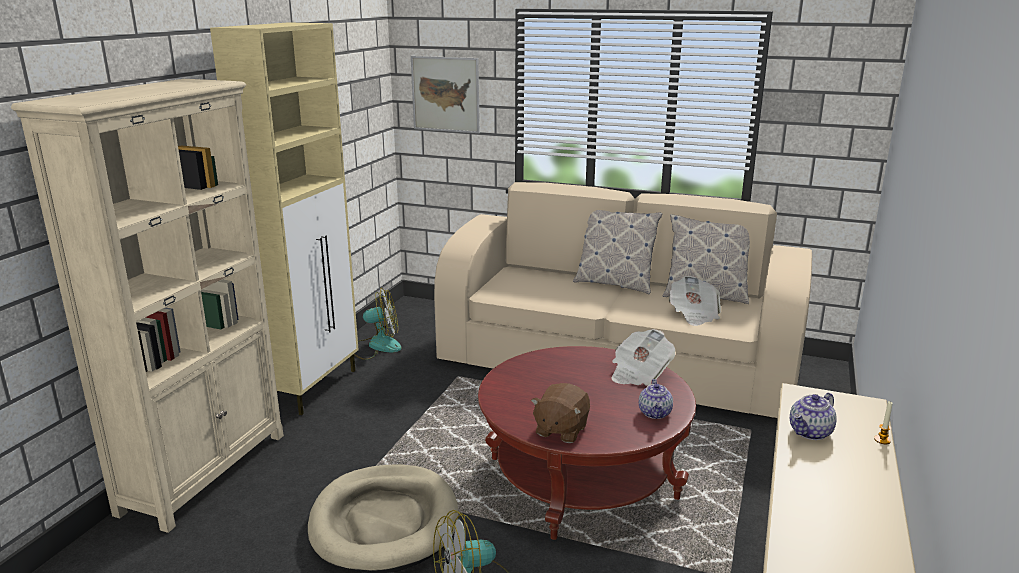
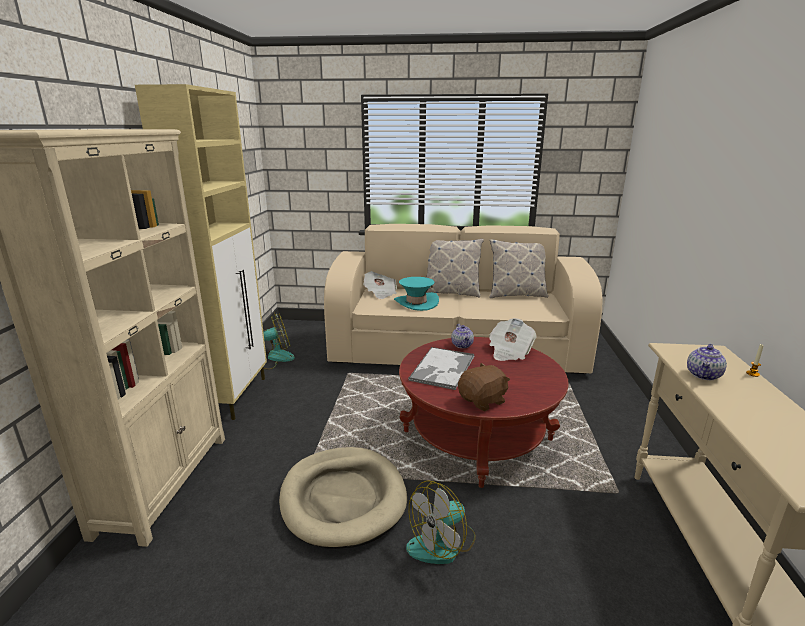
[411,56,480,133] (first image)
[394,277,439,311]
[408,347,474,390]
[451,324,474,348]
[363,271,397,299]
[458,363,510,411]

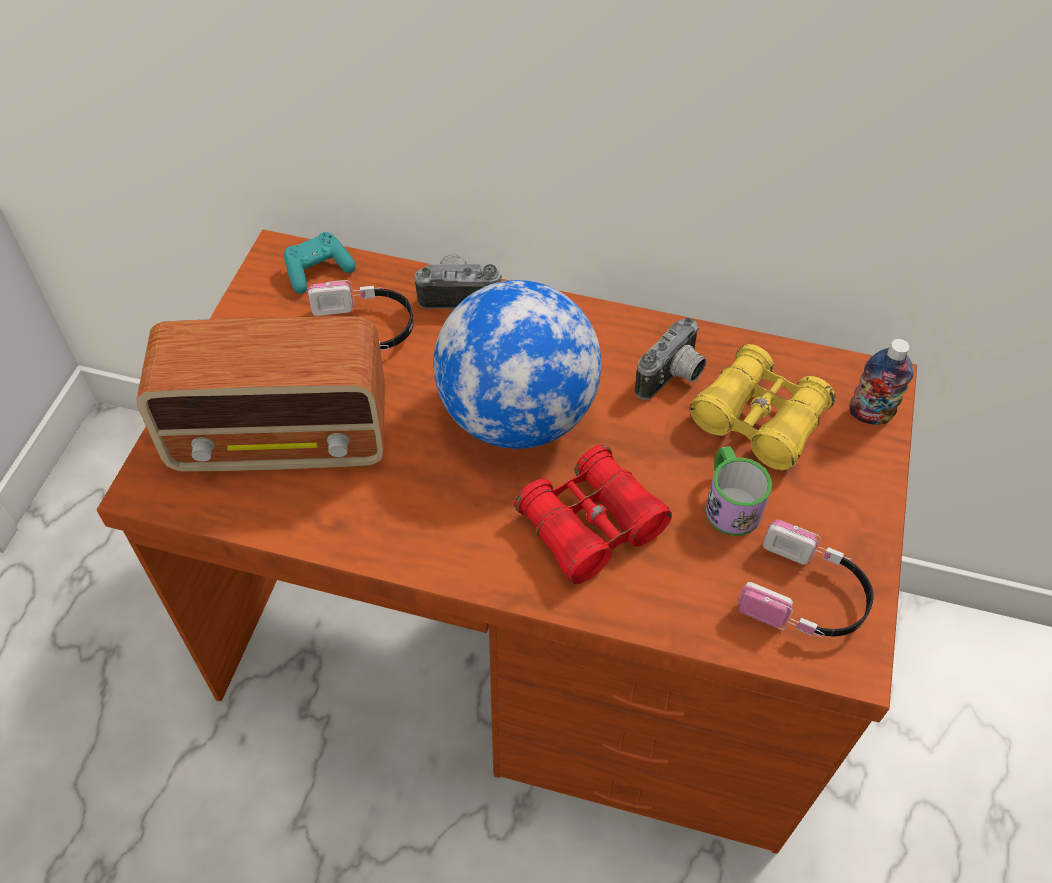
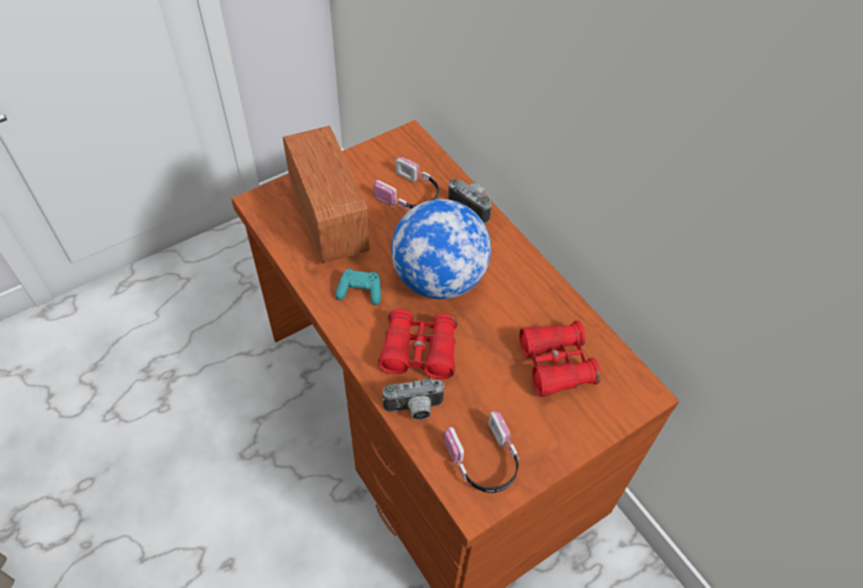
[705,446,772,536] (first image)
[849,339,914,425] (first image)
[335,269,381,305]
[382,378,445,420]
[519,320,601,397]
[283,126,369,264]

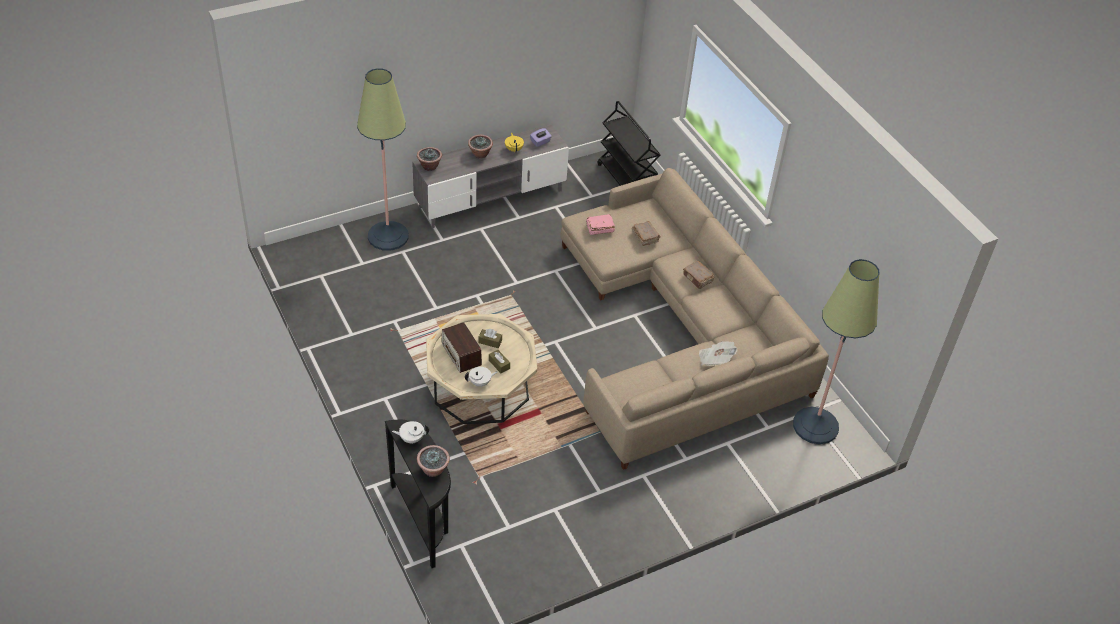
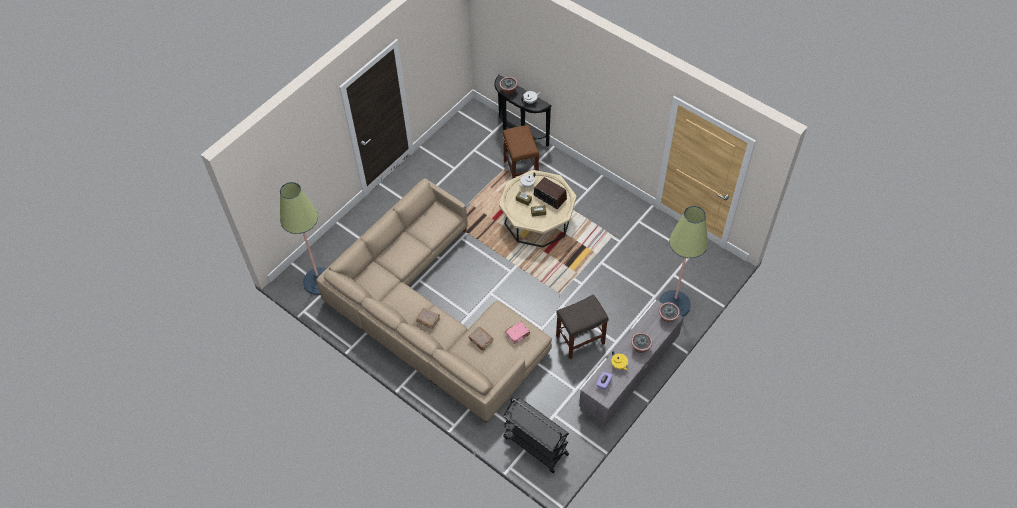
[699,341,737,366] (first image)
[503,125,540,179]
[556,294,609,359]

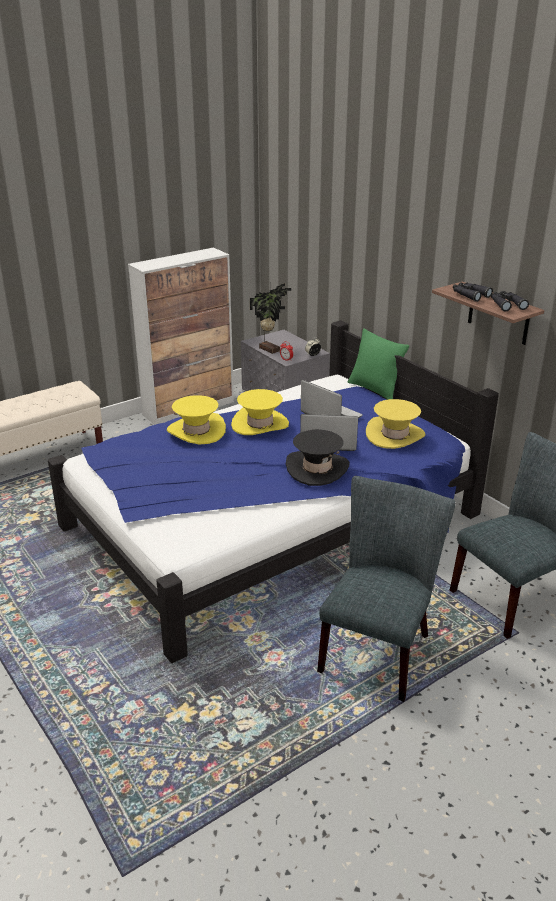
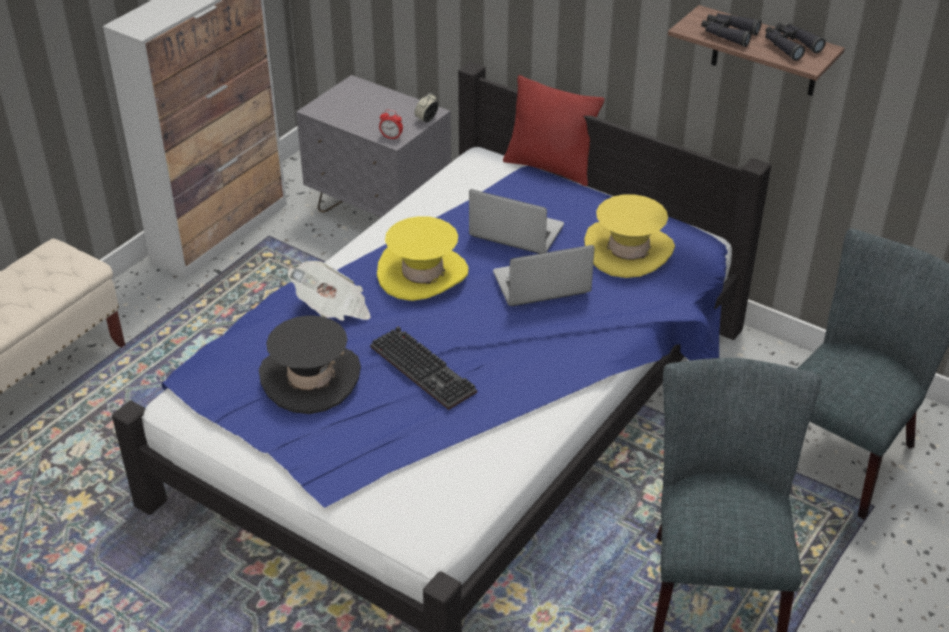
[250,283,291,354] (first image)
[370,326,477,410]
[259,315,361,414]
[288,261,371,321]
[503,75,605,186]

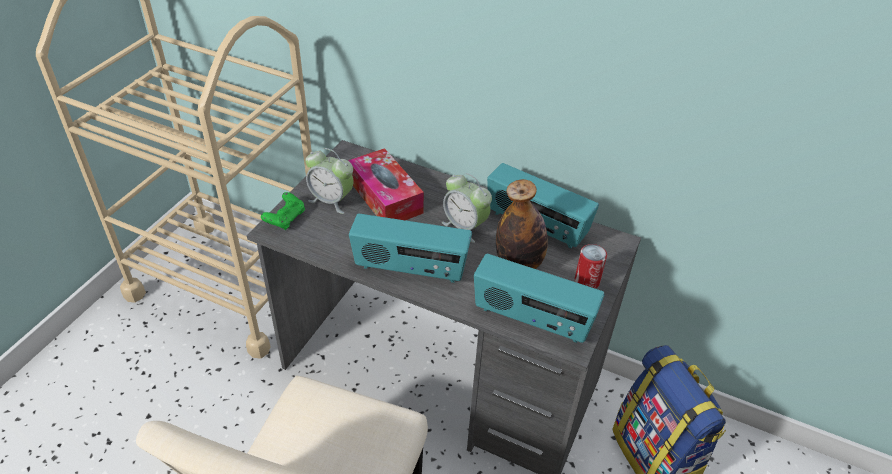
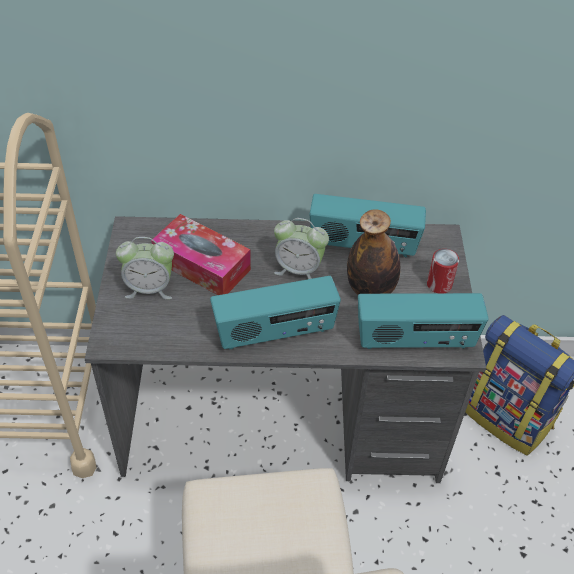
[261,192,305,230] (first image)

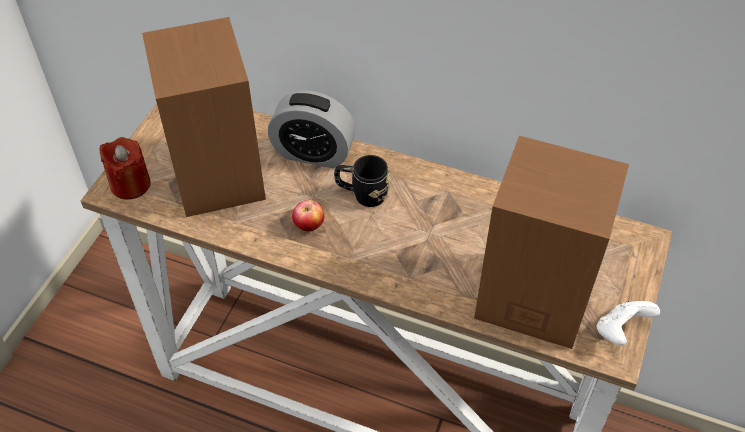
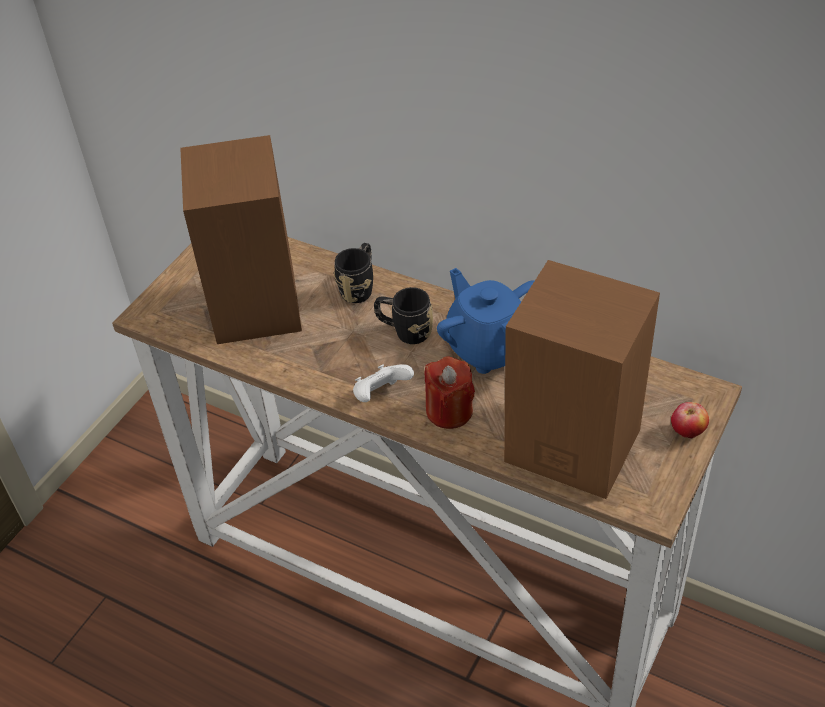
[437,268,534,374]
[425,356,475,429]
[671,402,709,438]
[353,364,414,402]
[334,243,373,303]

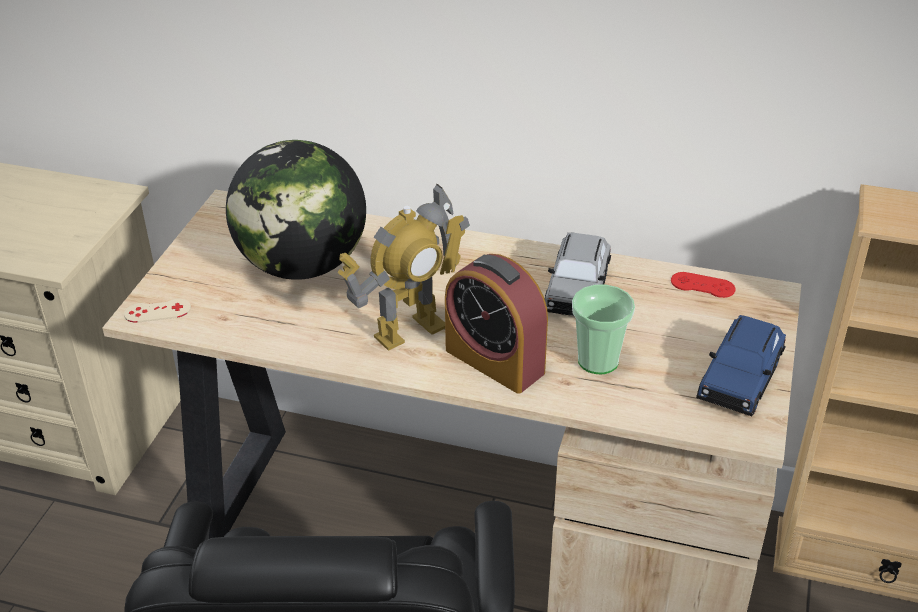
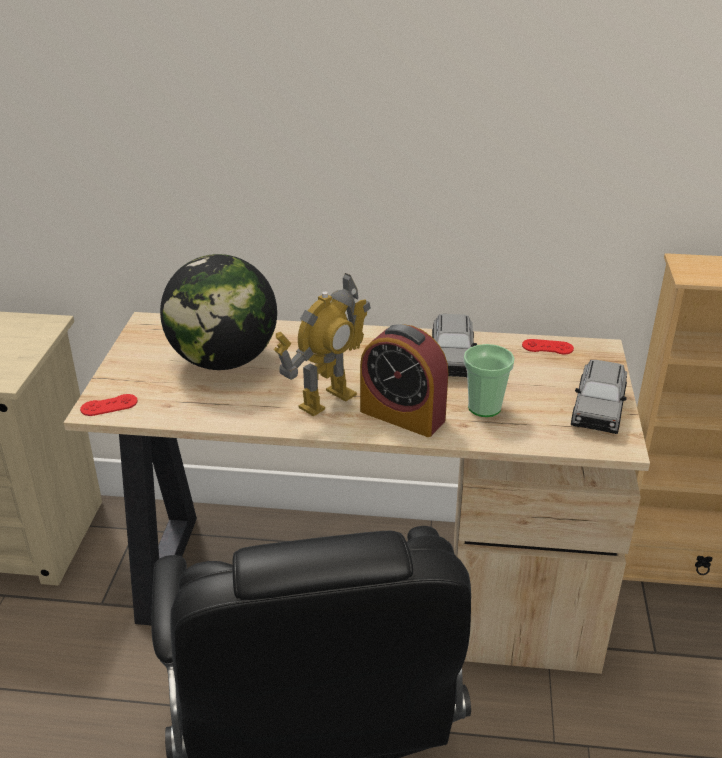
[80,394,138,416]
[571,360,627,434]

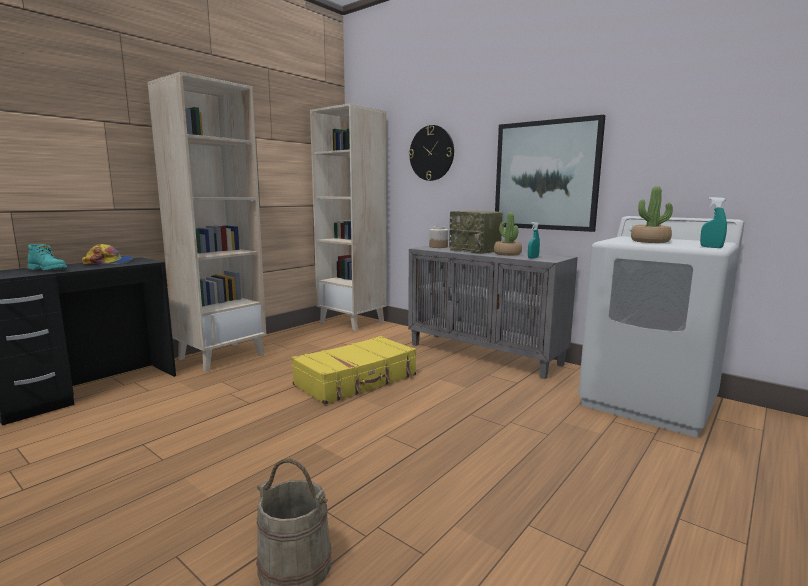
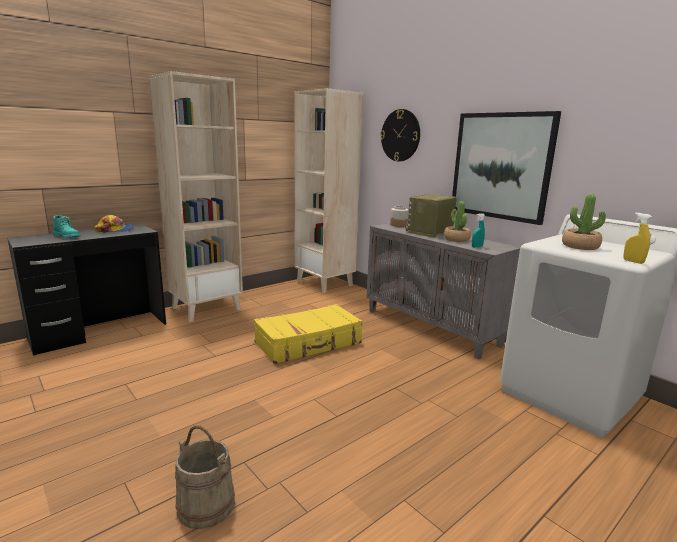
[623,213,652,264]
[405,194,457,237]

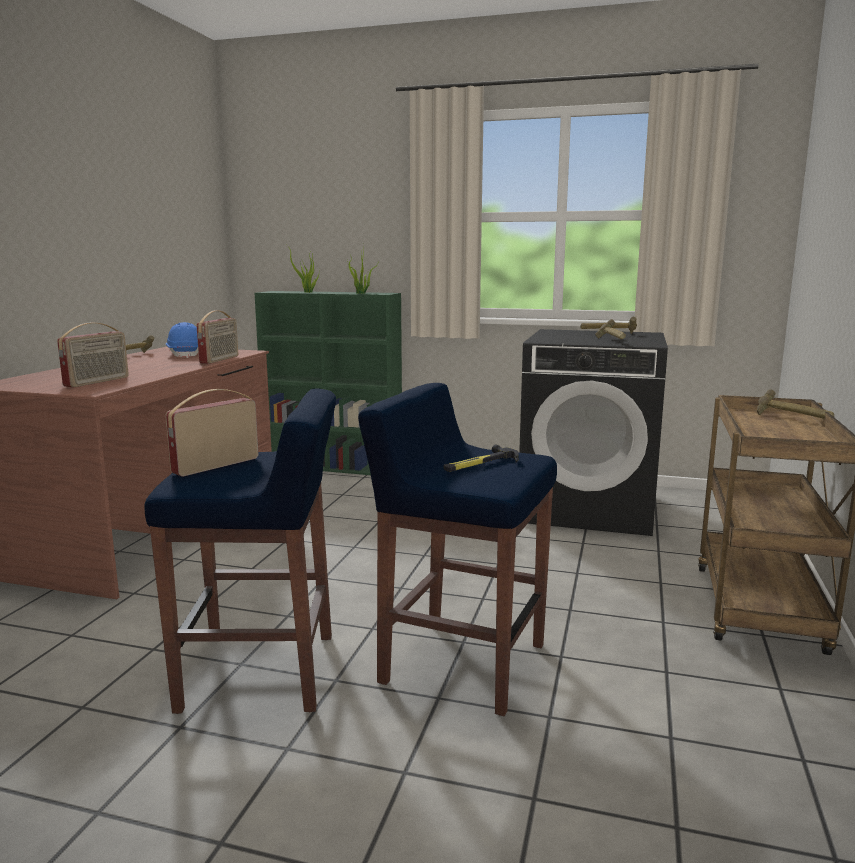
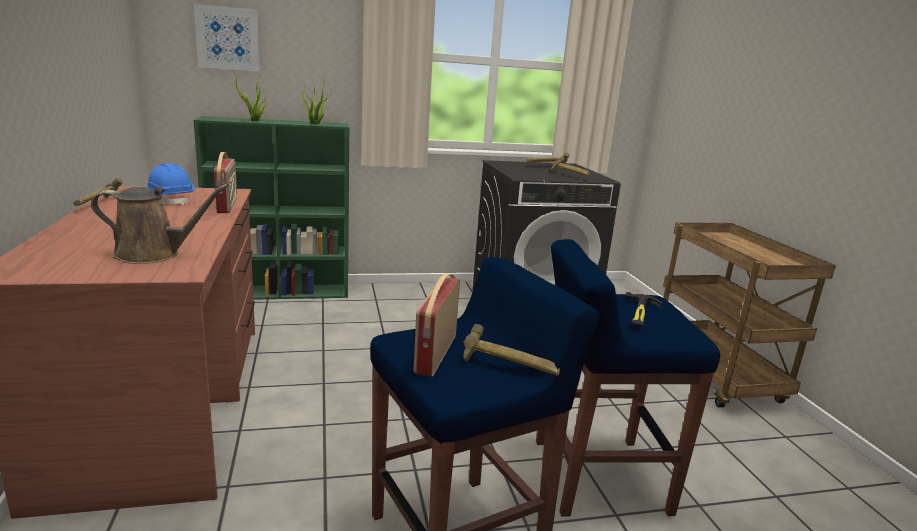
[194,4,260,71]
[463,324,560,376]
[91,184,229,264]

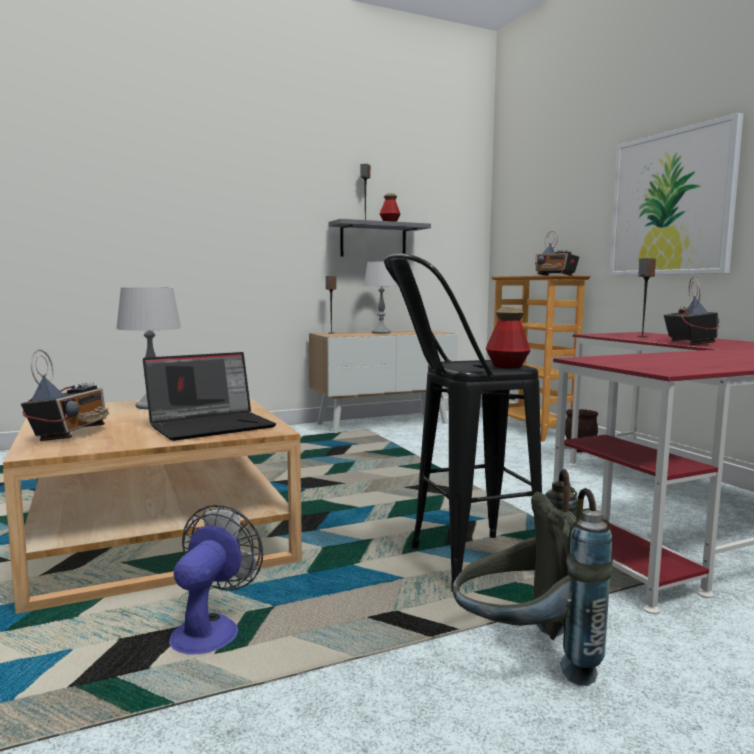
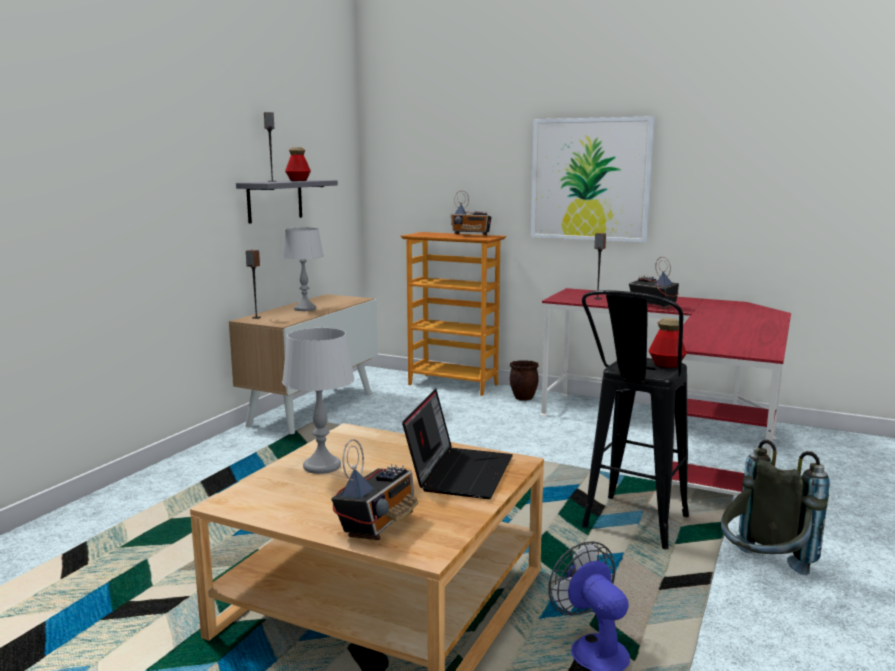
[331,439,418,540]

